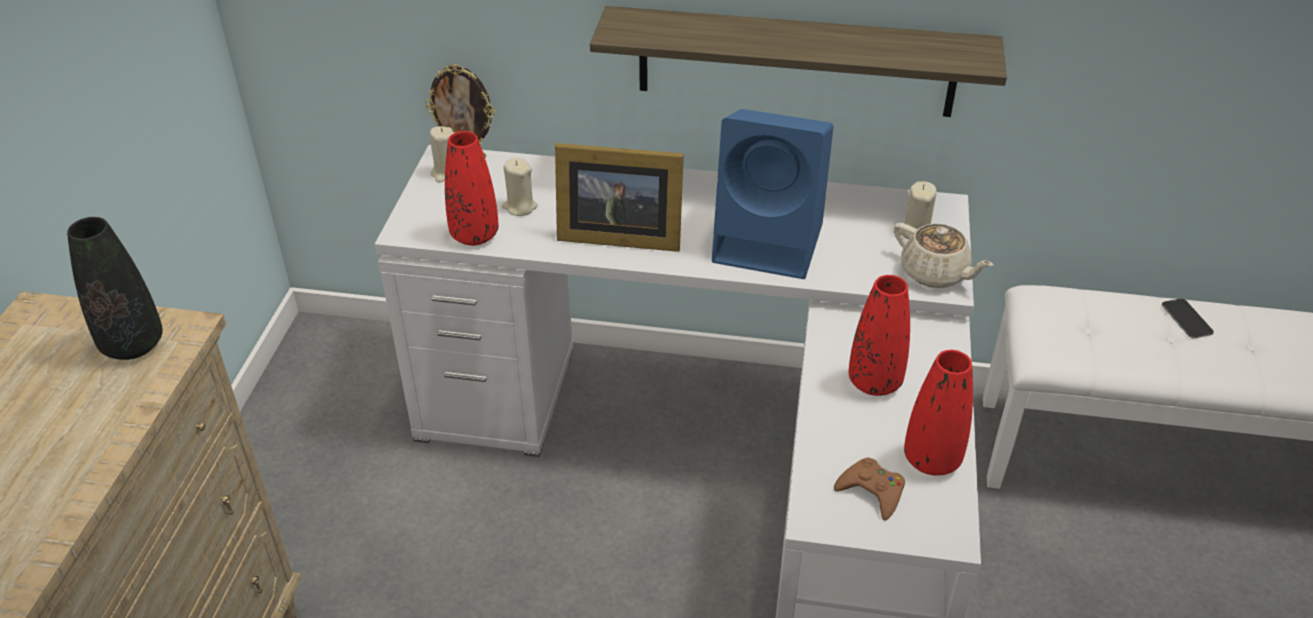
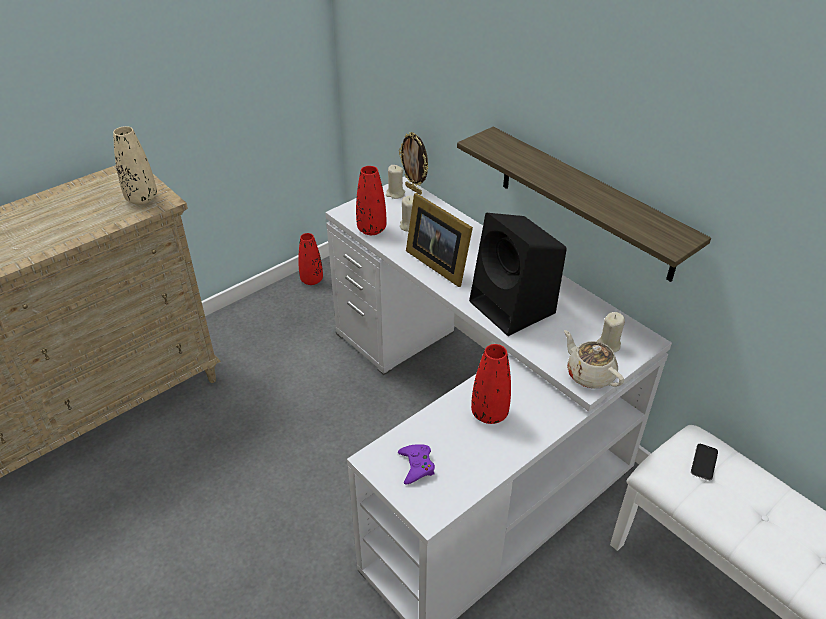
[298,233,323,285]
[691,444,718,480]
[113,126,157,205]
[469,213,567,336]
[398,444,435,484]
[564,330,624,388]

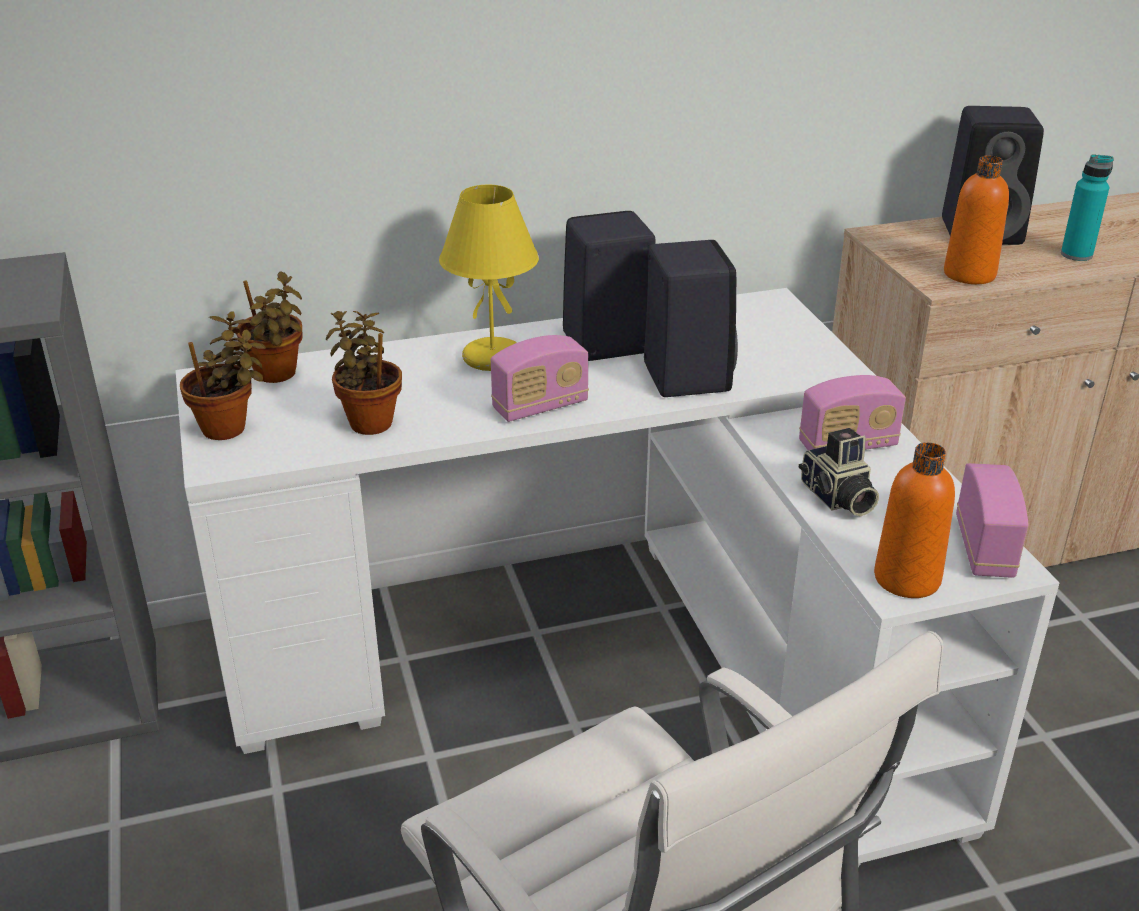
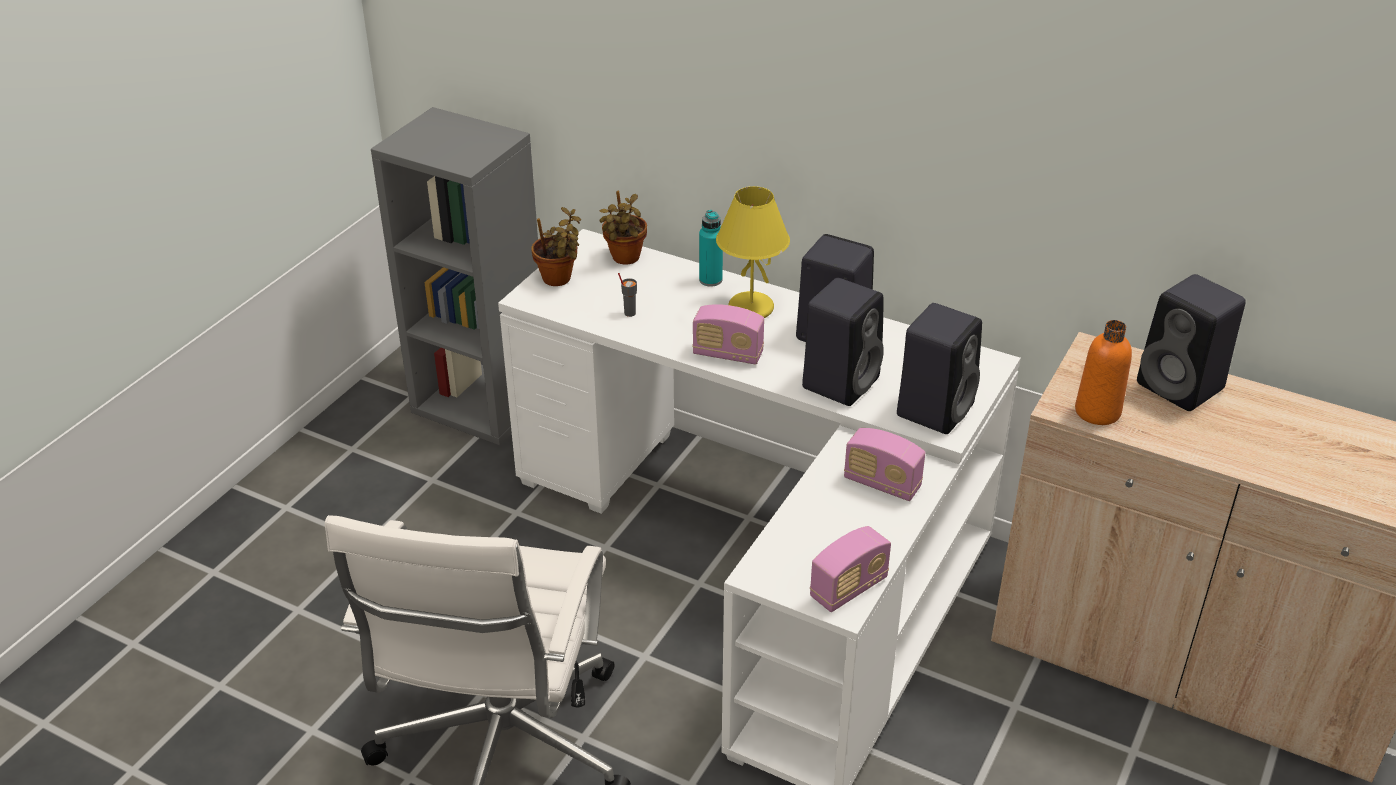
[799,428,879,516] (first image)
[874,442,955,598] (first image)
[897,303,982,434]
[699,210,723,287]
[618,273,637,317]

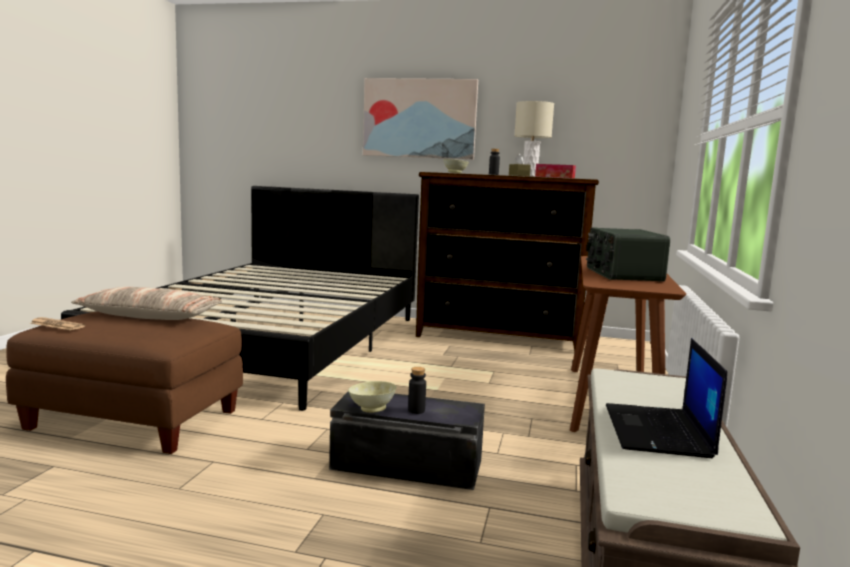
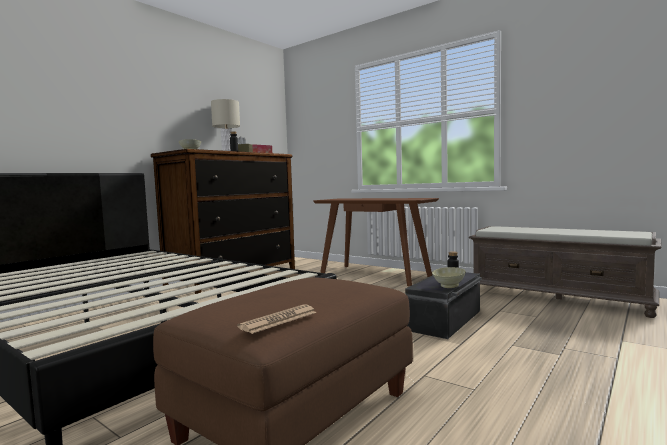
[71,287,222,320] (first image)
[363,78,478,159] (first image)
[586,227,670,282] (first image)
[606,338,727,458] (first image)

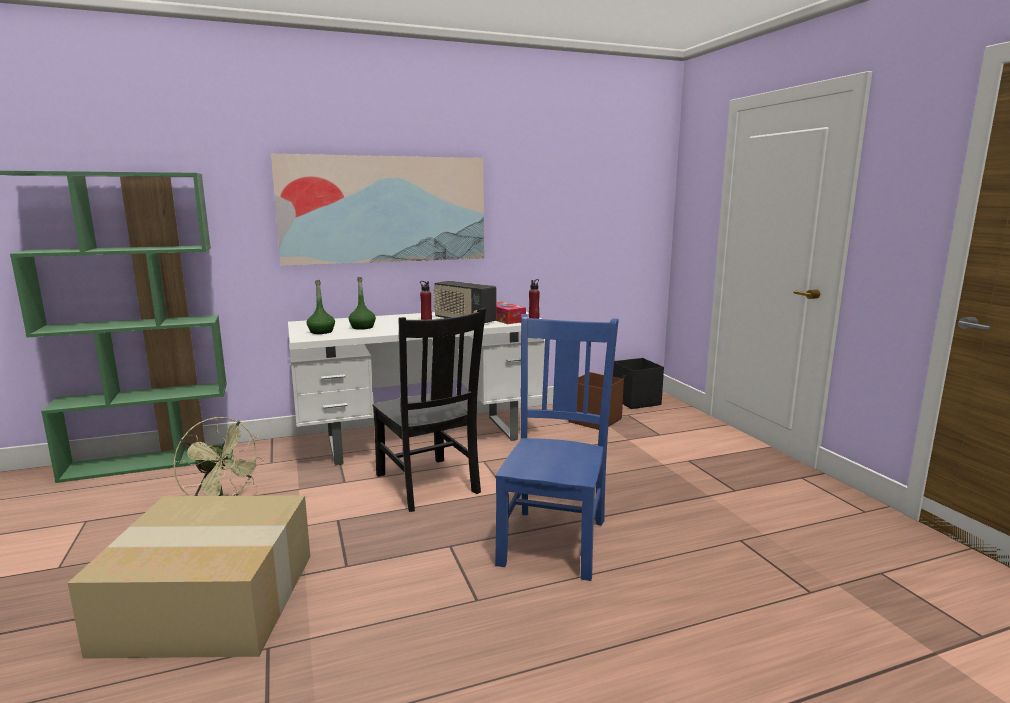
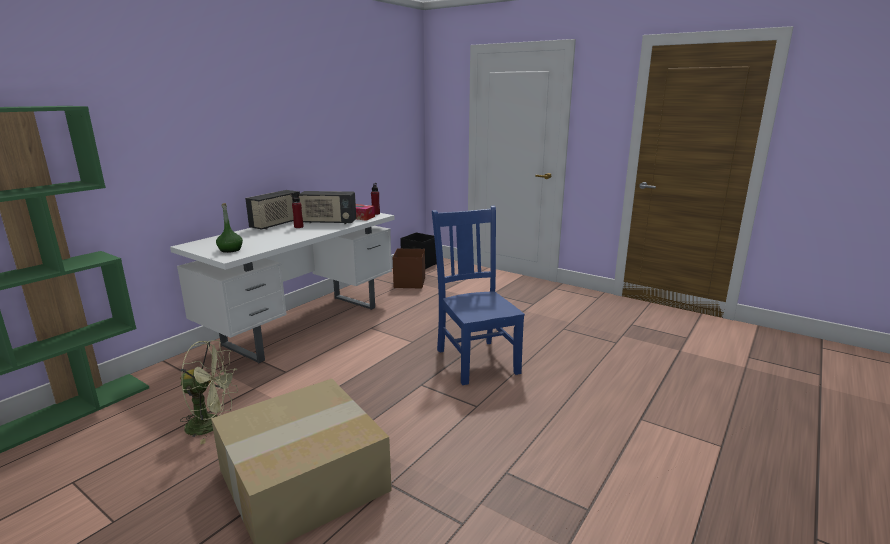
[271,154,484,266] (first image)
[349,277,376,330] (first image)
[372,308,486,512] (first image)
[245,190,300,230]

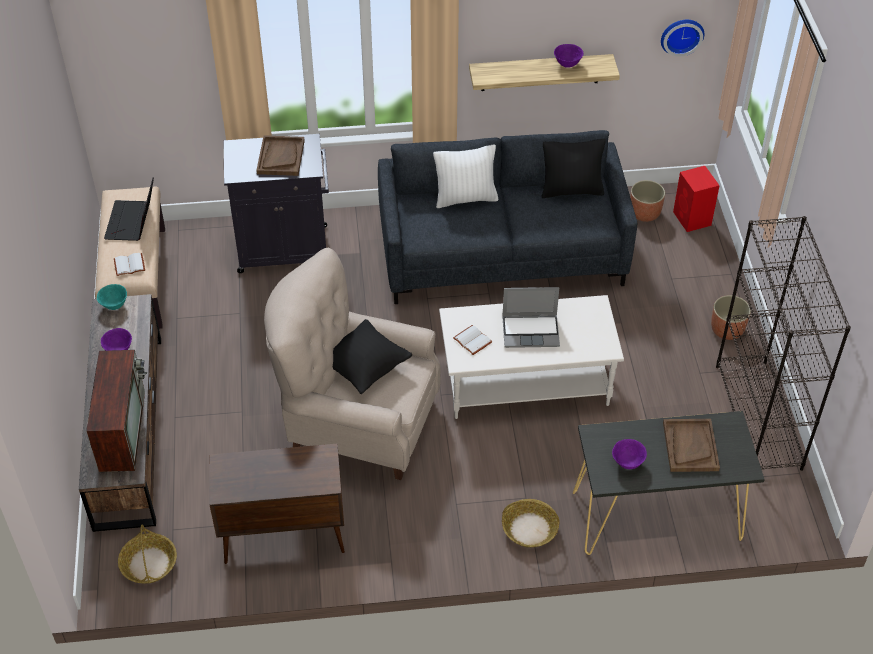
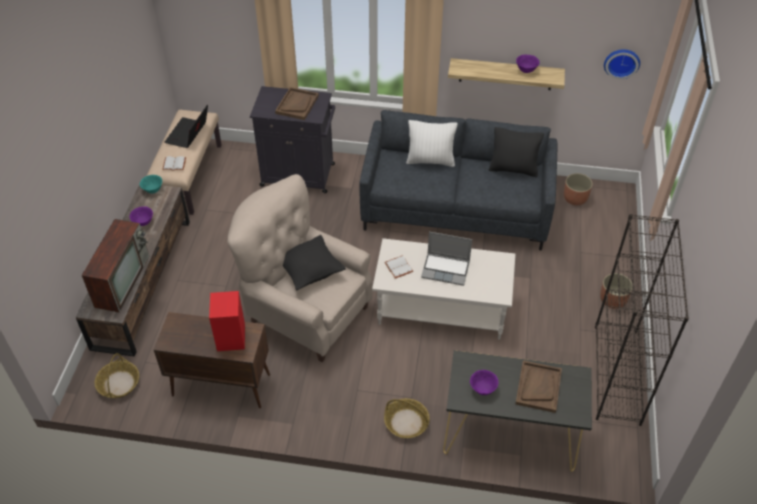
[209,291,245,351]

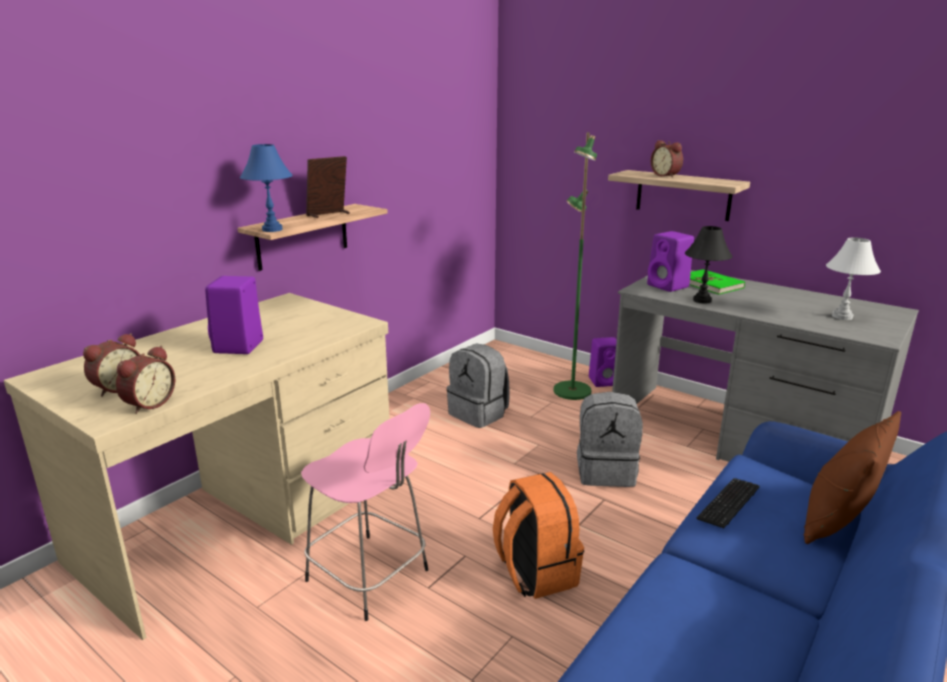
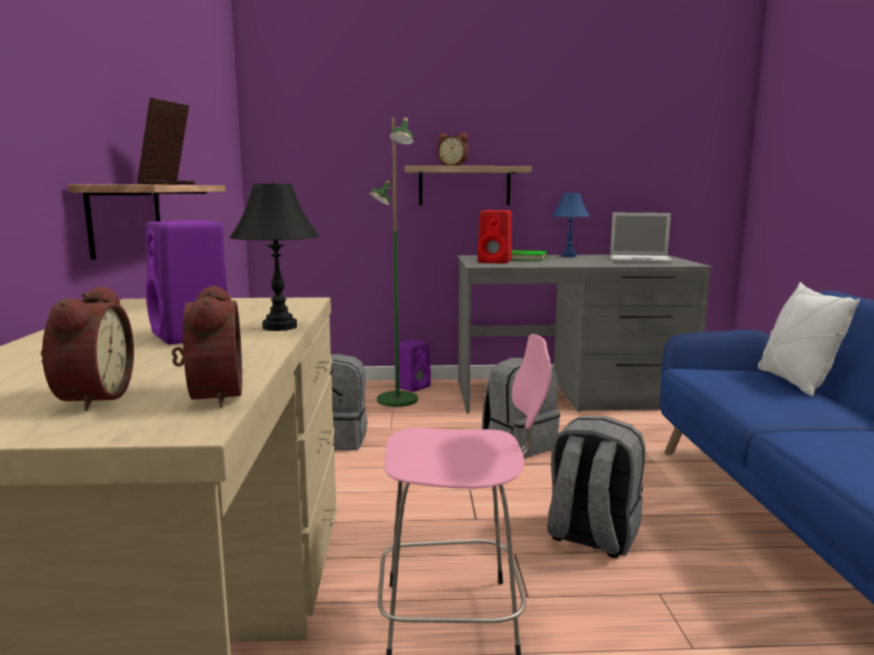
[696,478,760,528] (first image)
[552,193,590,257]
[230,182,319,331]
[610,213,673,263]
[547,416,646,559]
[478,210,512,264]
[758,282,860,396]

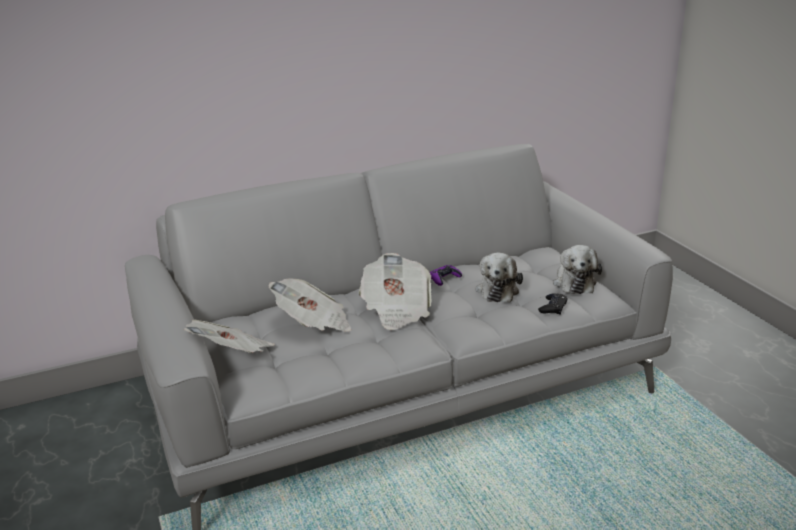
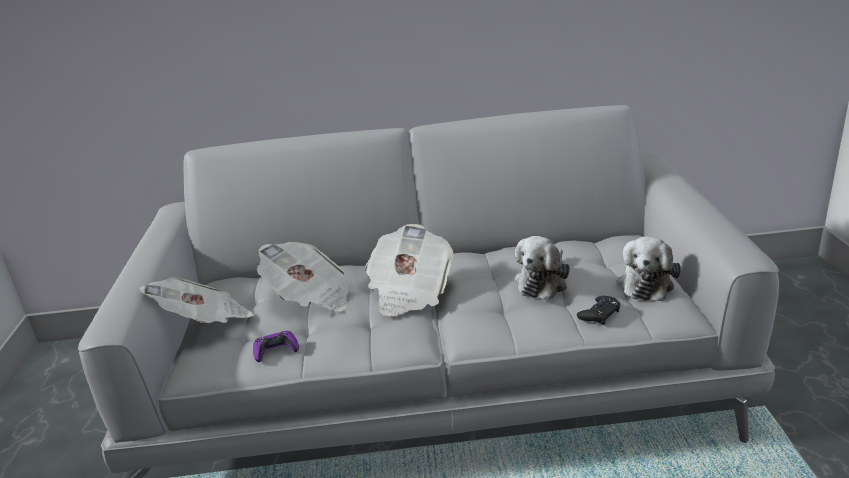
[253,331,299,362]

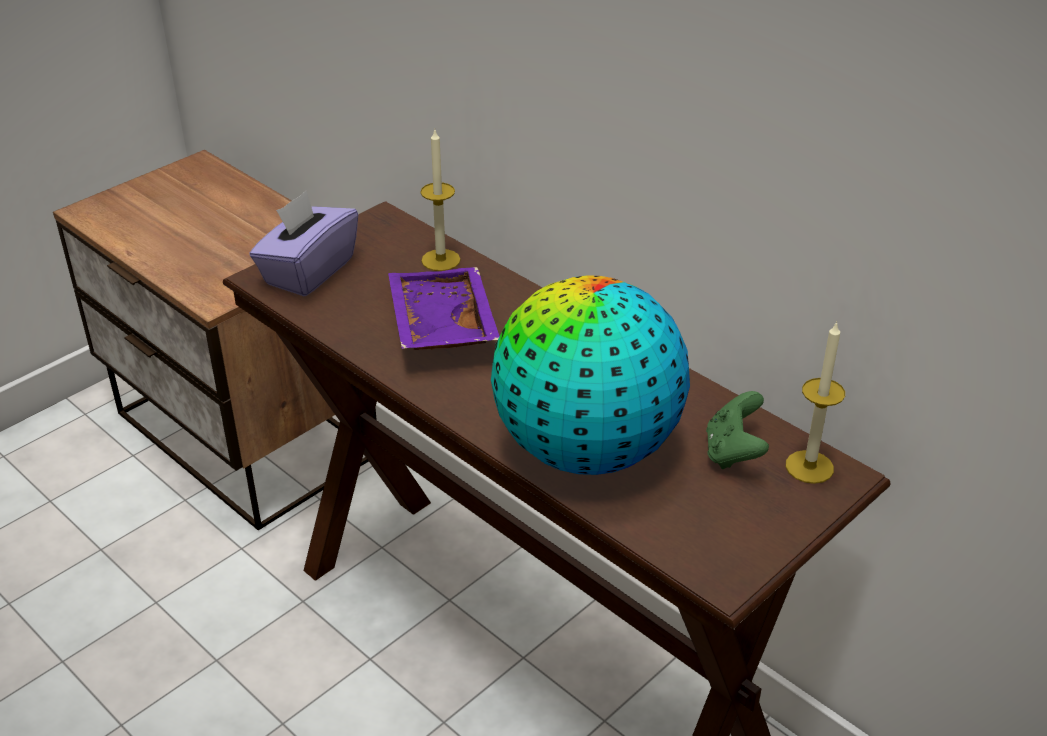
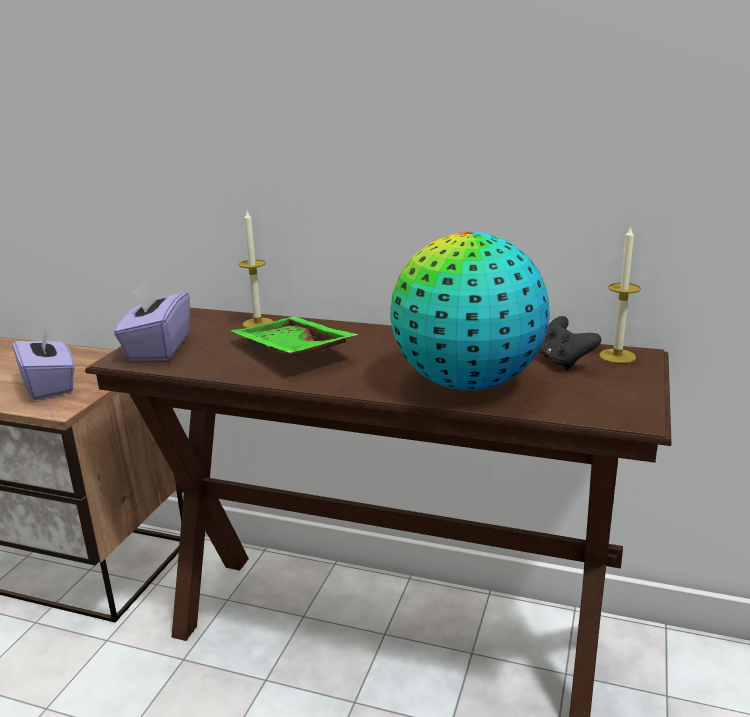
[13,325,75,400]
[231,317,358,356]
[538,316,601,370]

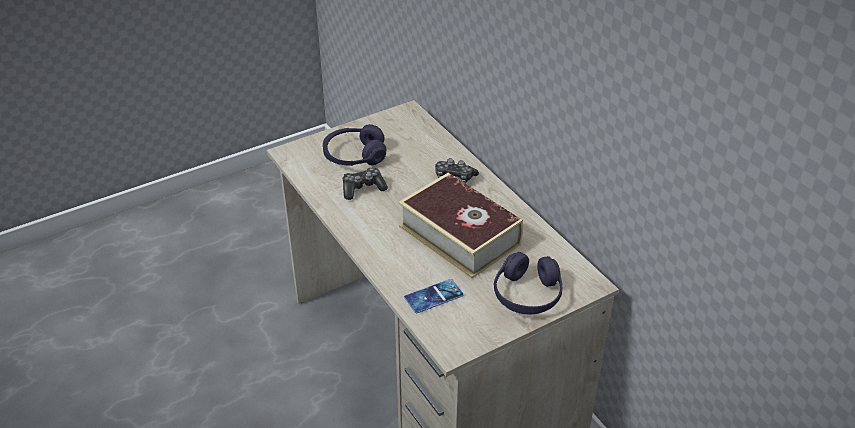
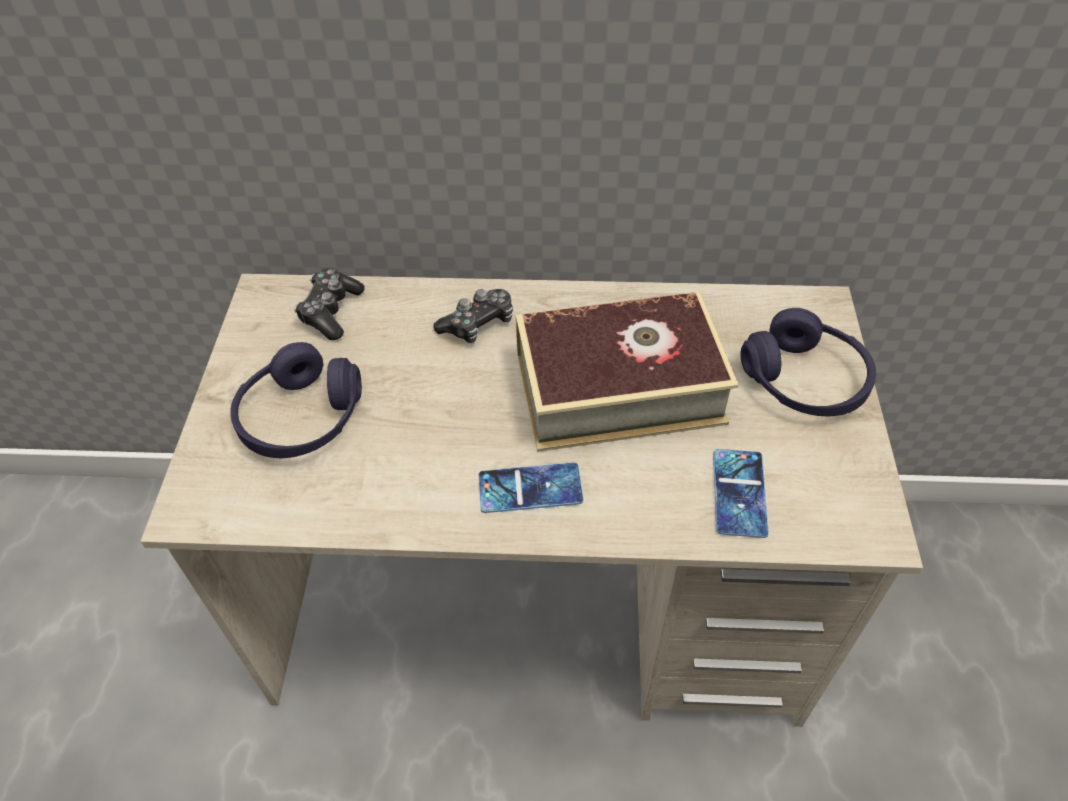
[479,462,583,513]
[294,268,365,340]

